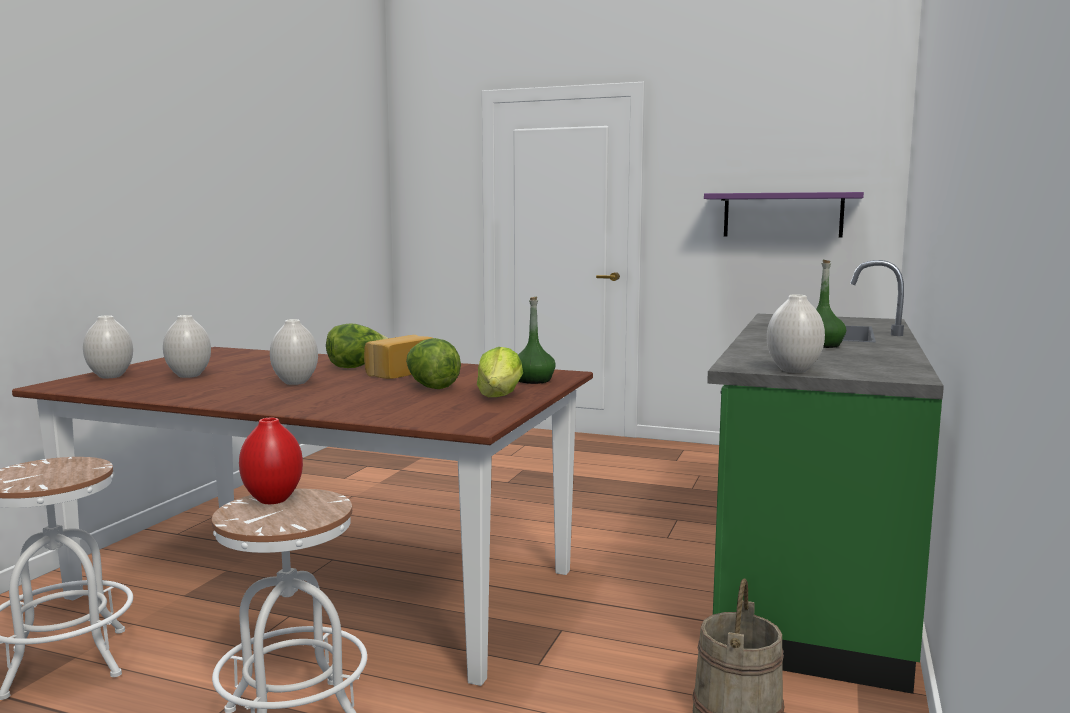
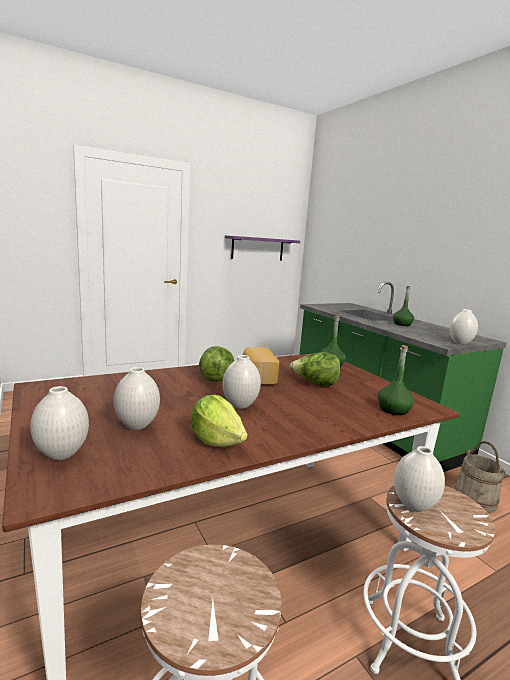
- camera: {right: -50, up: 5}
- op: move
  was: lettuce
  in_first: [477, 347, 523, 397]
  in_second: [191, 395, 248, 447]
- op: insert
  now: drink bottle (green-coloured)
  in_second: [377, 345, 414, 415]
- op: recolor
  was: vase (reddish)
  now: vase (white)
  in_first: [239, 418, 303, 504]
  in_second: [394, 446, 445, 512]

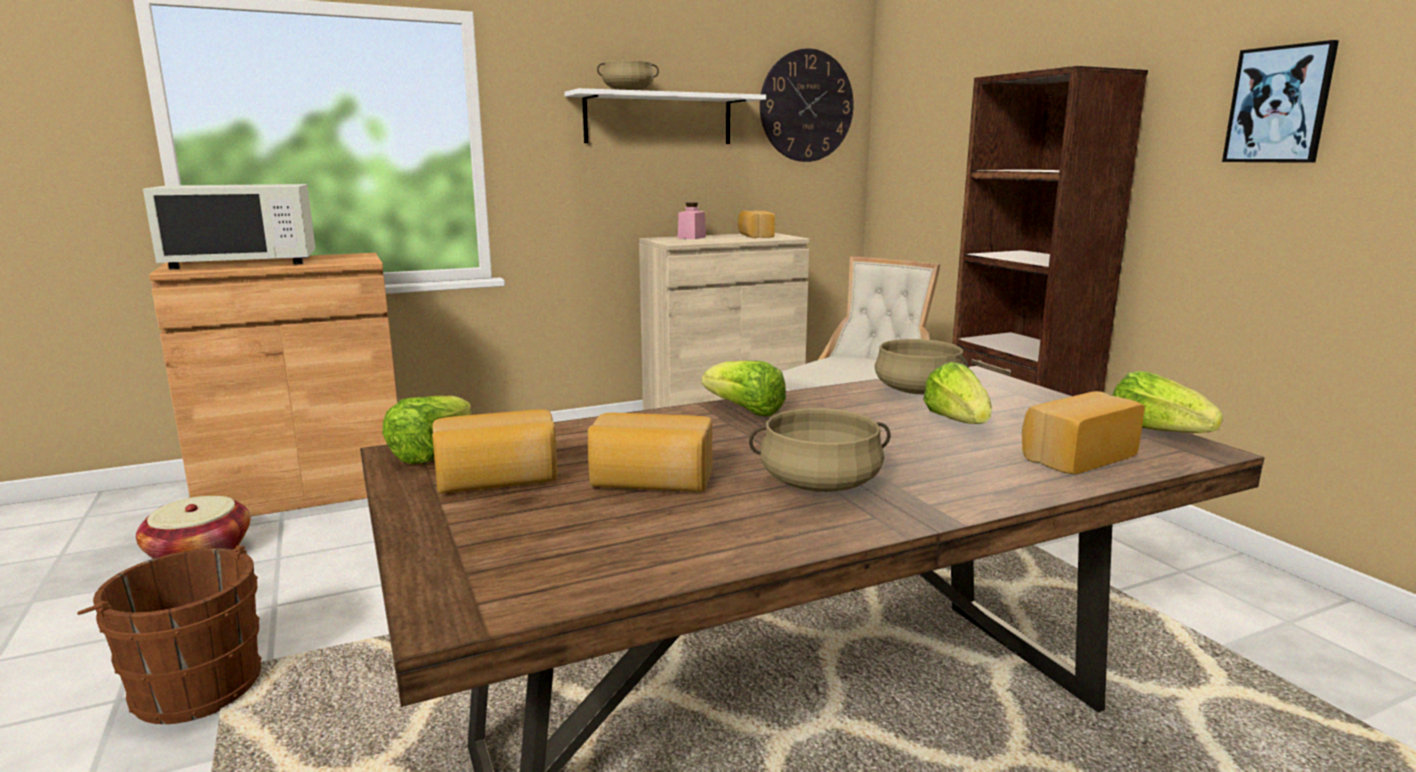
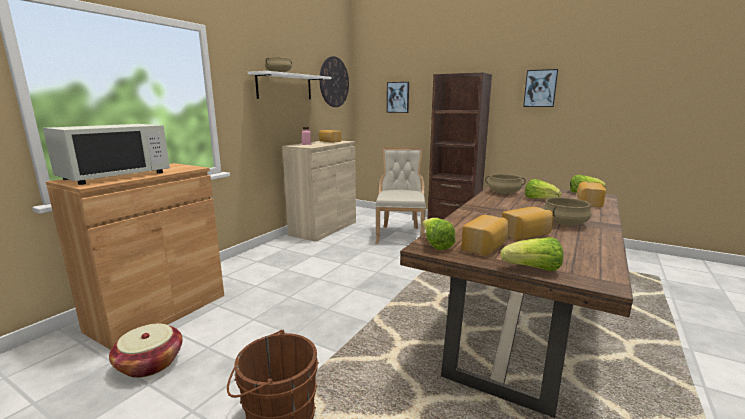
- camera: {right: -35, up: 0}
- op: insert
  now: wall picture
  in_second: [387, 82, 409, 113]
- op: move
  was: lettuce
  in_first: [702, 360, 786, 416]
  in_second: [501, 237, 563, 271]

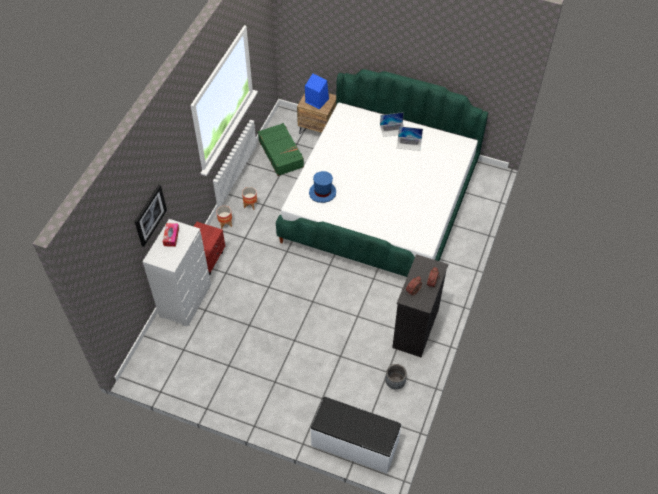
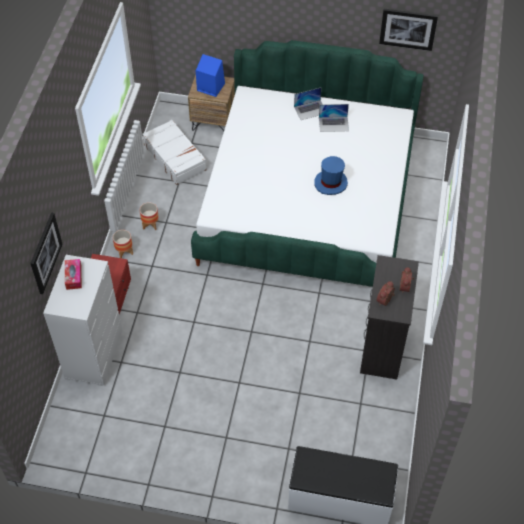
- camera: {right: -10, up: 0}
- op: recolor
  was: suitcase (green-coloured)
  now: suitcase (white)
  in_first: [258, 123, 304, 176]
  in_second: [142, 120, 207, 185]
- op: move
  was: wearable hat (bluish)
  in_first: [309, 171, 336, 203]
  in_second: [314, 156, 348, 195]
- op: insert
  now: wall picture
  in_second: [379, 9, 438, 51]
- op: delete
  was: planter (grey)
  in_first: [385, 364, 407, 390]

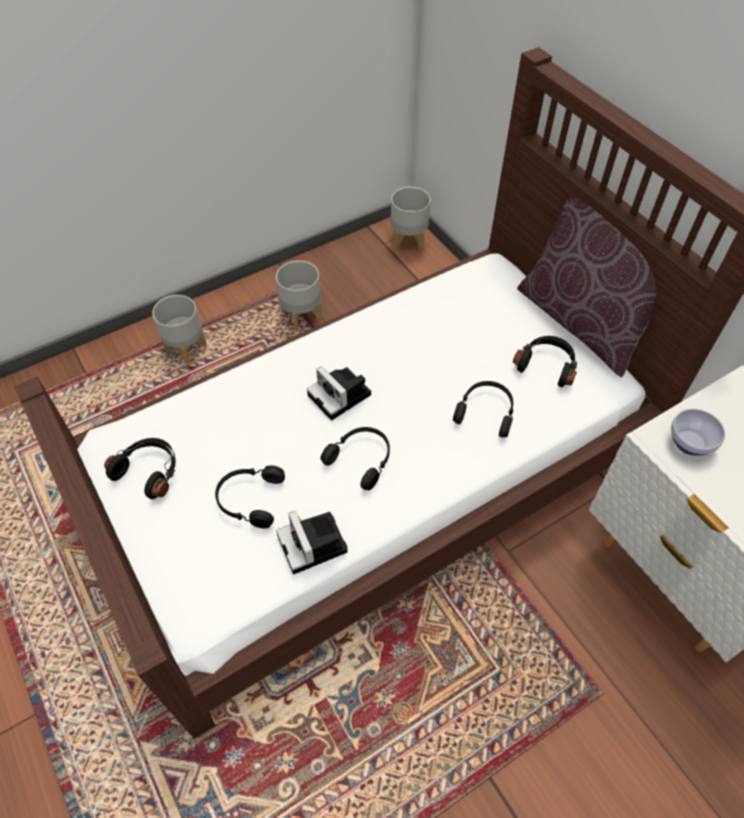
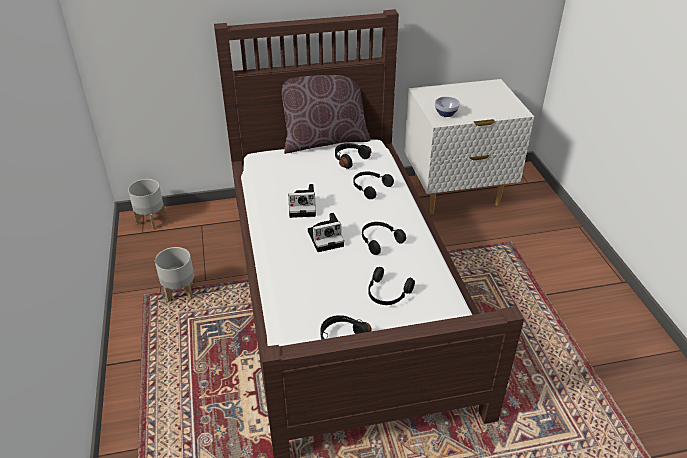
- camera: {right: -70, up: -15}
- op: move
  was: photo camera
  in_first: [276, 511, 348, 574]
  in_second: [288, 184, 316, 218]
- op: delete
  was: planter (grey)
  in_first: [152, 295, 207, 364]

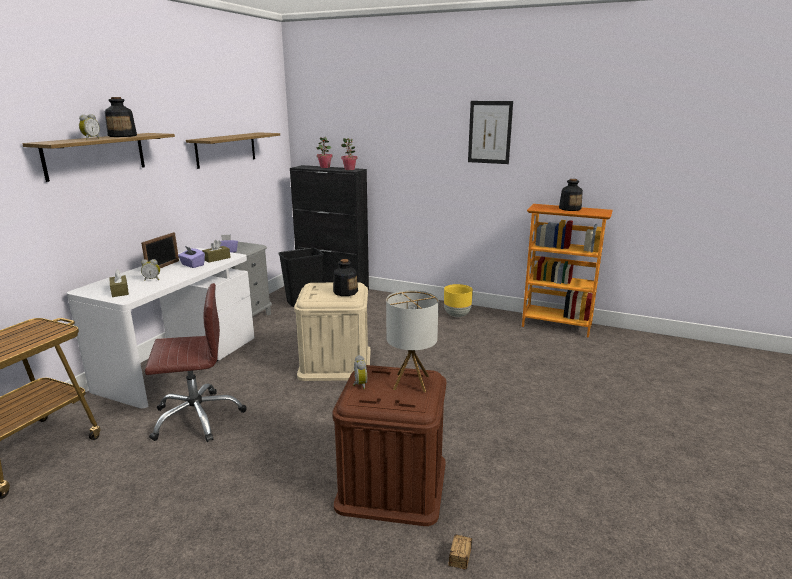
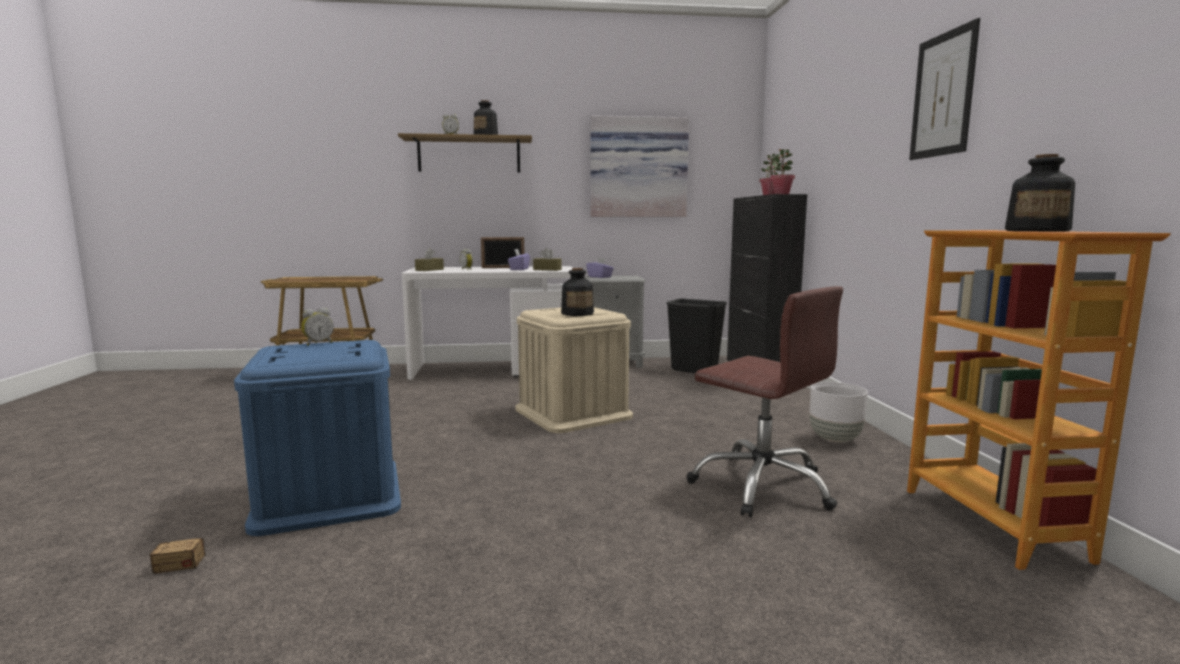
- camera: {right: 60, up: -10}
- op: recolor
  was: storage bin (brown-coloured)
  now: storage bin (bluish)
  in_first: [332, 365, 446, 526]
  in_second: [234, 340, 401, 536]
- op: replace
  was: bracket shelf
  now: wall picture
  in_first: [186, 132, 280, 169]
  in_second: [591, 115, 689, 217]
- op: move
  was: computer chair (brown-coloured)
  in_first: [145, 283, 246, 442]
  in_second: [687, 286, 843, 517]
- op: recolor
  was: planter (yellow)
  now: planter (white)
  in_first: [444, 284, 473, 317]
  in_second: [810, 382, 868, 442]
- op: delete
  was: lamp for a table
  in_first: [386, 290, 439, 392]

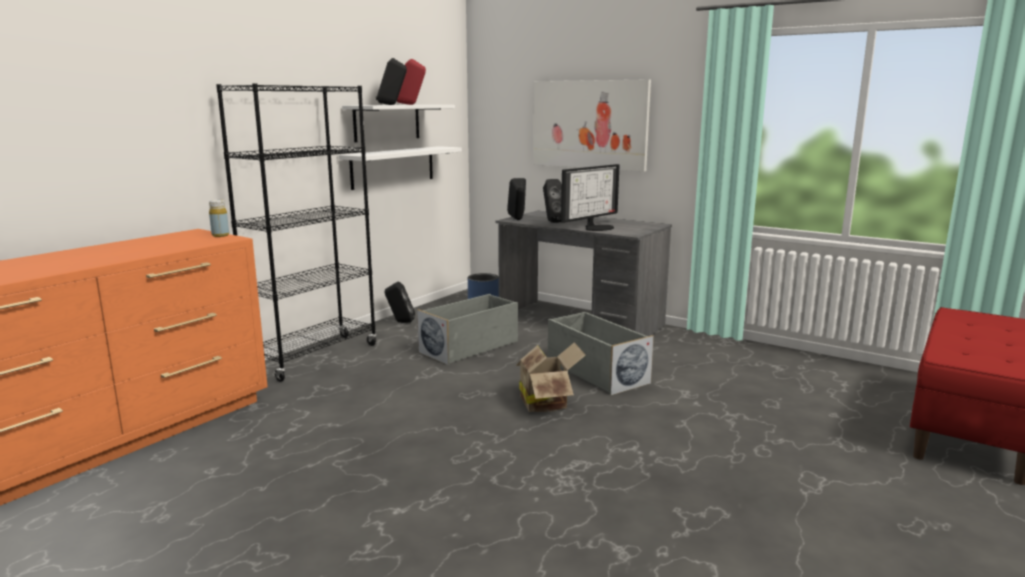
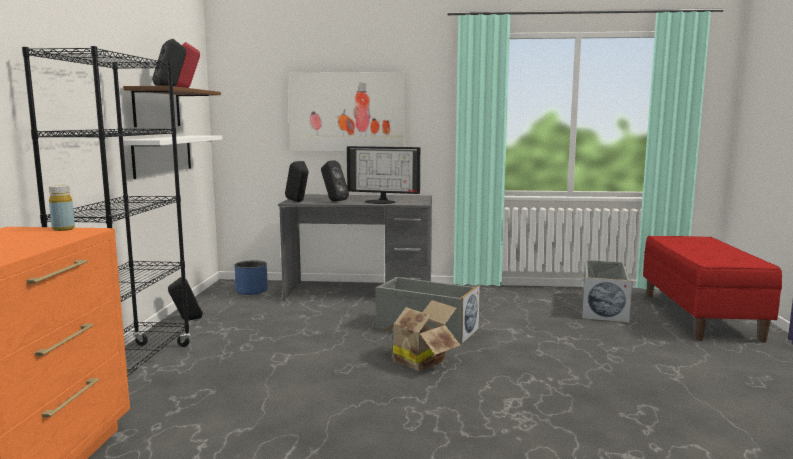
- camera: {right: -30, up: -5}
- op: recolor
  was: bracket shelf (white)
  now: bracket shelf (brown-coloured)
  in_first: [342, 105, 455, 142]
  in_second: [123, 86, 221, 127]
- op: rotate
  was: computer display
  in_first: [561, 164, 620, 231]
  in_second: [347, 146, 420, 204]
  clockwise: 90
- op: move
  was: storage bin (grey)
  in_first: [417, 294, 518, 365]
  in_second: [582, 260, 633, 323]

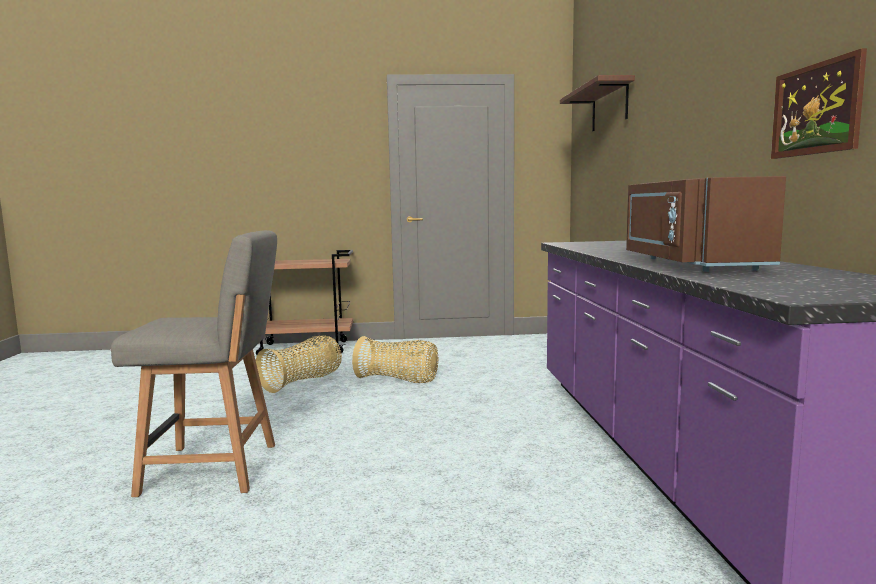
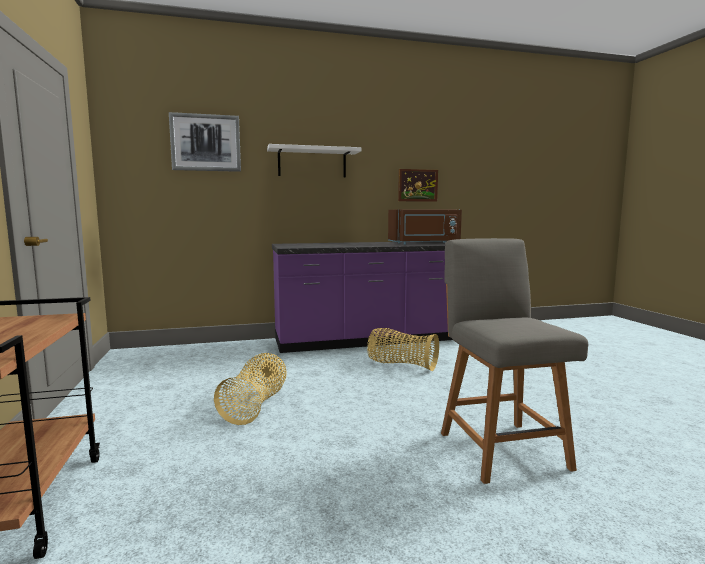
- camera: {right: -100, up: 0}
- op: replace
  was: bracket shelf (brown-coloured)
  now: wall picture
  in_first: [560, 75, 635, 131]
  in_second: [169, 112, 241, 172]
- op: insert
  now: bracket shelf (white)
  in_second: [267, 144, 362, 177]
- op: move
  was: household basket
  in_first: [256, 336, 342, 393]
  in_second: [367, 328, 439, 371]

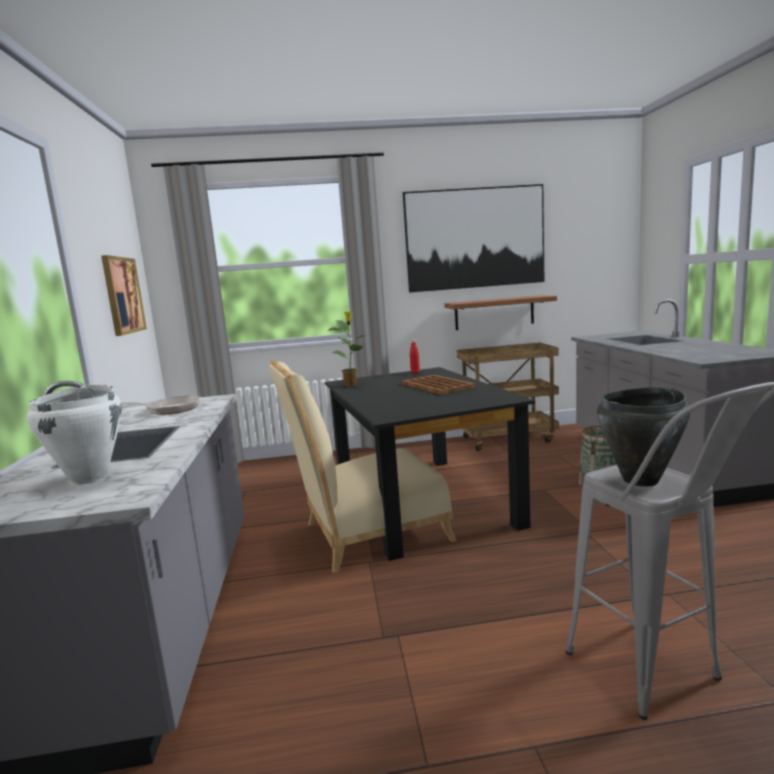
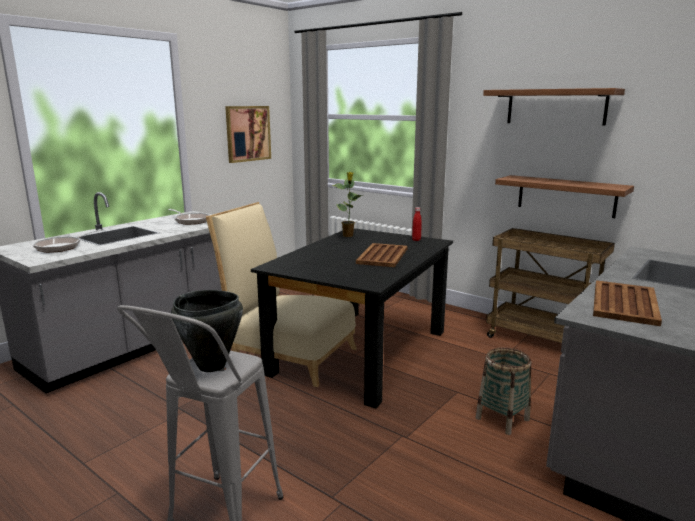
- camera: {right: 45, up: 5}
- op: replace
  was: cooking pot (white)
  now: pan
  in_first: [27, 384, 121, 485]
  in_second: [33, 229, 102, 253]
- op: replace
  was: wall picture
  now: bracket shelf
  in_first: [403, 184, 545, 293]
  in_second: [483, 88, 625, 126]
- op: insert
  now: carrying tray (brown-coloured)
  in_second: [593, 280, 662, 326]

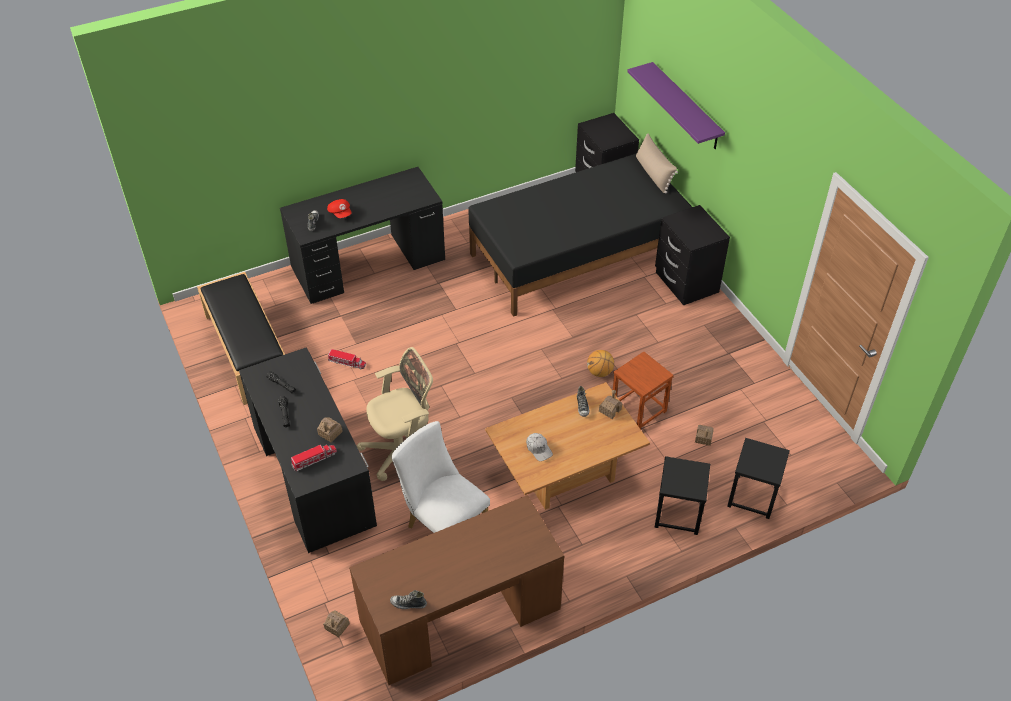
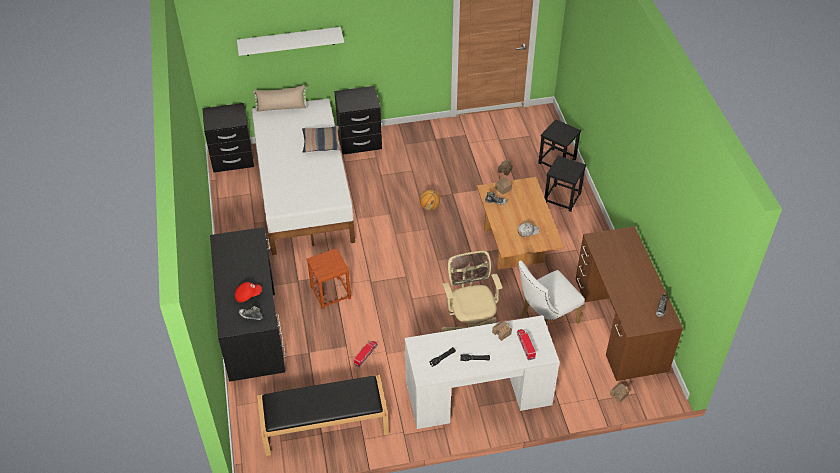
- camera: {right: -75, up: 0}
- op: recolor
  was: bracket shelf (purple-coloured)
  now: bracket shelf (white)
  in_first: [627, 62, 725, 149]
  in_second: [237, 27, 344, 56]
- op: recolor
  was: bed (black-coloured)
  now: bed (white)
  in_first: [468, 153, 692, 317]
  in_second: [251, 98, 355, 255]
- op: insert
  now: cushion
  in_second: [302, 126, 340, 153]
- op: move
  was: sitting stool (brown-coloured)
  in_first: [613, 352, 674, 429]
  in_second: [306, 248, 351, 309]
- op: recolor
  was: desk unit (black-coloured)
  now: desk unit (white)
  in_first: [239, 347, 377, 553]
  in_second: [405, 315, 560, 429]

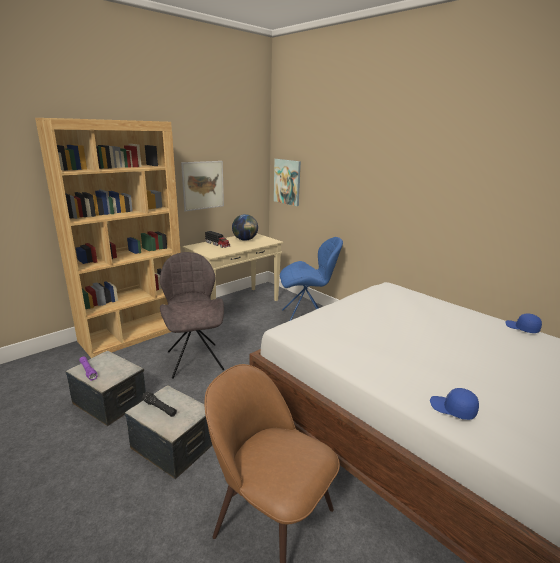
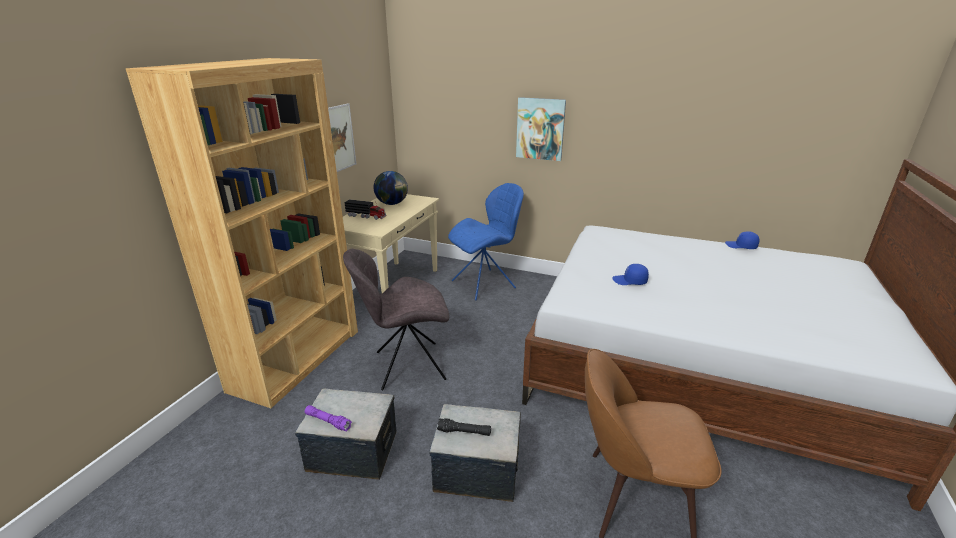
- camera: {right: -25, up: 5}
- op: rotate
  was: chair (grey)
  in_first: [160, 252, 224, 379]
  in_second: [343, 249, 449, 390]
  clockwise: -60
- op: move
  was: wall picture
  in_first: [274, 159, 301, 206]
  in_second: [516, 97, 566, 161]
- op: move
  was: baseball cap (bluish)
  in_first: [430, 388, 479, 420]
  in_second: [612, 264, 649, 285]

